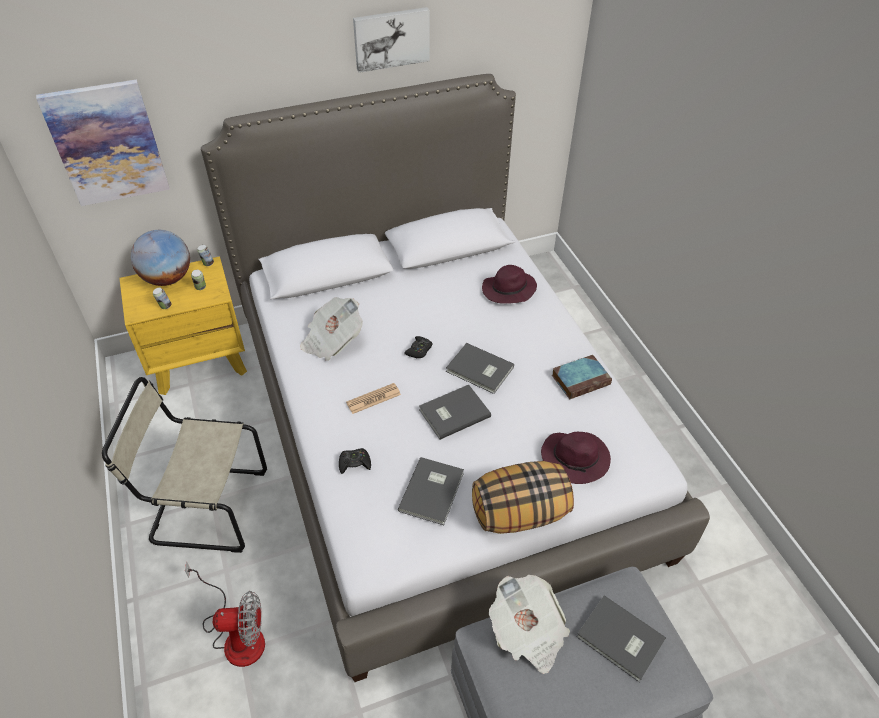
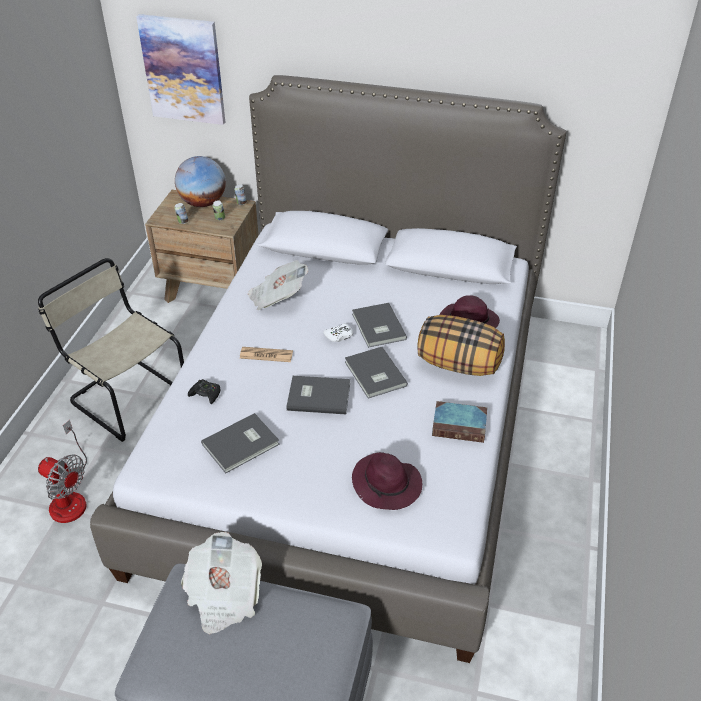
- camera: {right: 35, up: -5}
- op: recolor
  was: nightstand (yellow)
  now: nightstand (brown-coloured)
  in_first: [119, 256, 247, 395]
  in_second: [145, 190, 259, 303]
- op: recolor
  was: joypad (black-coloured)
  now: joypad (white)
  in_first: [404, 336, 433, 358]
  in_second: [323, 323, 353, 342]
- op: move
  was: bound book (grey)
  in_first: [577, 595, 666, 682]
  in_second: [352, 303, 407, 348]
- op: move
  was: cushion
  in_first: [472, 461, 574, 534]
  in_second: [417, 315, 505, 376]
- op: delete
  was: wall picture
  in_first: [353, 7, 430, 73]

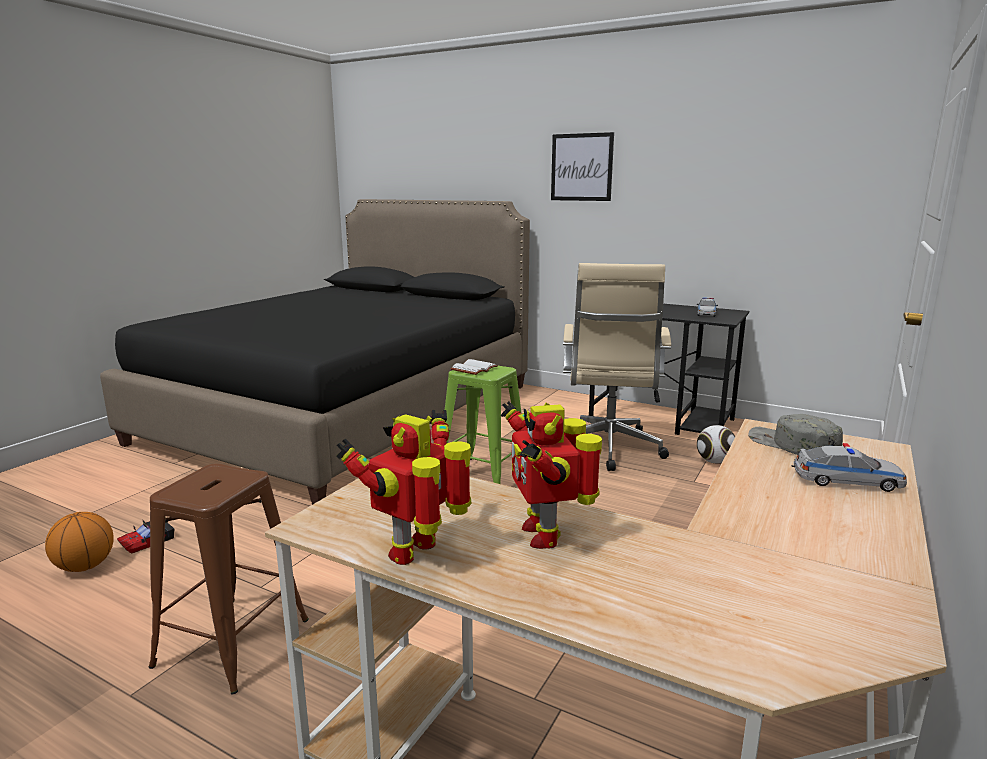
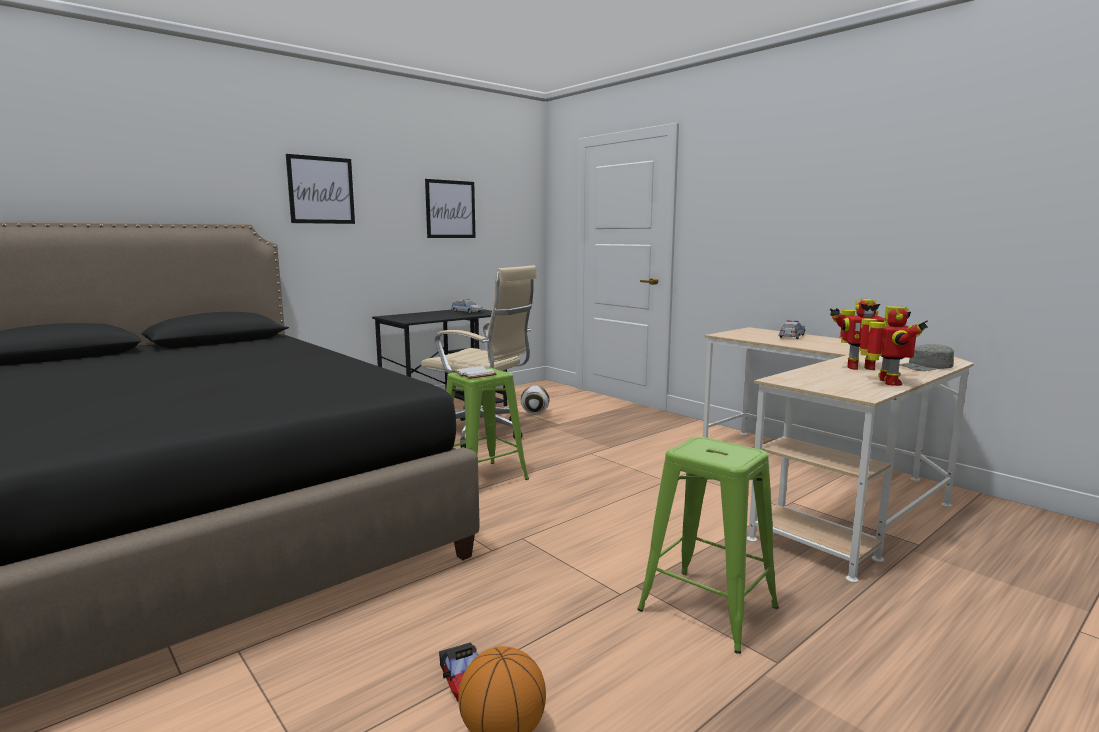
- camera: {right: -70, up: -5}
- op: insert
  now: wall picture
  in_second: [425, 179, 476, 238]
- op: recolor
  was: sitting stool (brown-coloured)
  now: sitting stool (green-coloured)
  in_first: [149, 463, 309, 695]
  in_second: [637, 437, 779, 654]
- op: rotate
  was: toy robot
  in_first: [336, 410, 471, 565]
  in_second: [859, 306, 928, 386]
  clockwise: -135
- op: move
  was: baseball cap (grey)
  in_first: [748, 414, 843, 455]
  in_second: [899, 344, 954, 371]

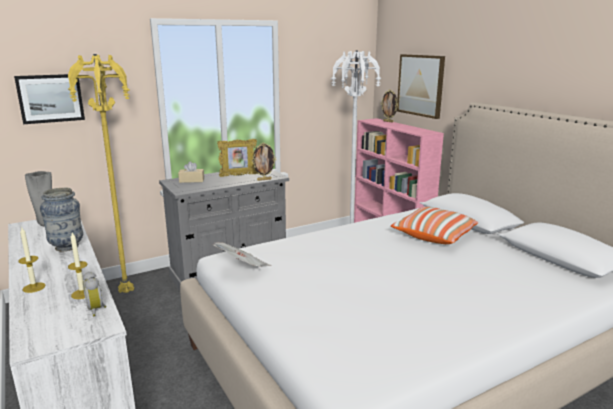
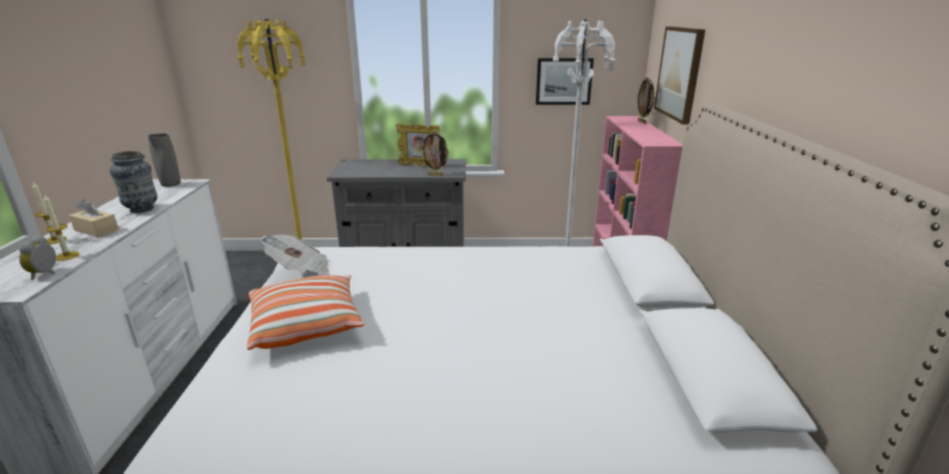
- camera: {right: 30, up: 5}
- op: move
  was: box of tissues (beige-coloured)
  in_first: [178, 161, 204, 183]
  in_second: [69, 199, 119, 237]
- op: move
  was: cushion
  in_first: [391, 207, 478, 244]
  in_second: [247, 275, 364, 350]
- op: move
  was: wall picture
  in_first: [14, 74, 85, 124]
  in_second: [536, 58, 594, 105]

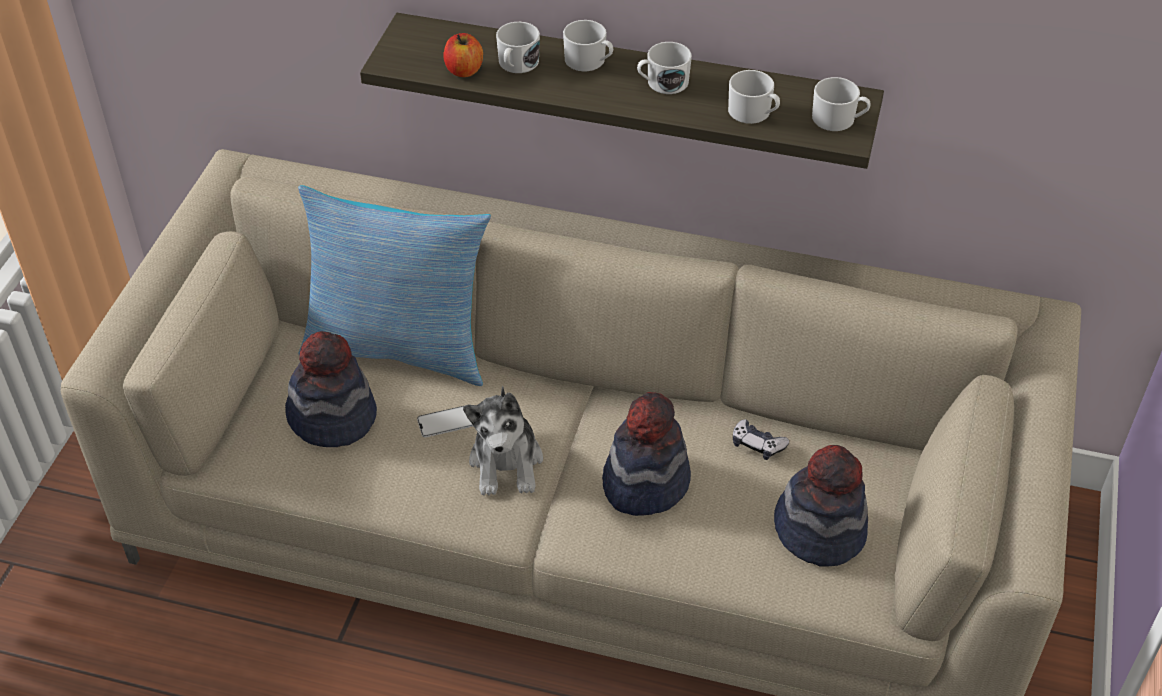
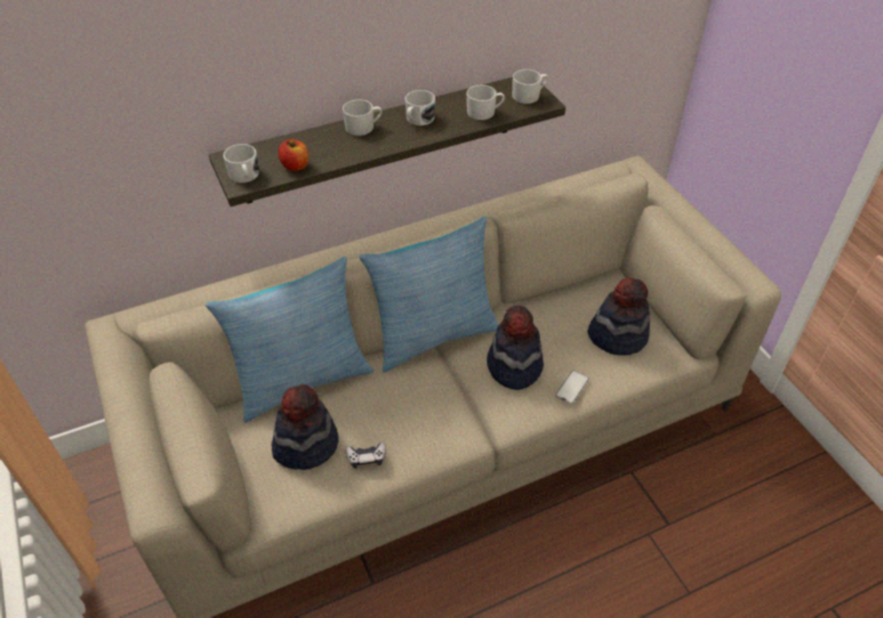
- camera: {right: -40, up: 0}
- op: move
  was: coffee mug (white)
  in_first: [496, 22, 540, 73]
  in_second: [223, 144, 259, 183]
- op: move
  was: joypad
  in_first: [733, 419, 789, 460]
  in_second: [346, 442, 386, 468]
- op: insert
  now: cushion
  in_second: [359, 217, 499, 373]
- op: move
  was: telephone
  in_first: [417, 406, 474, 438]
  in_second: [555, 370, 589, 404]
- op: delete
  was: cuddly toy
  in_first: [463, 386, 543, 496]

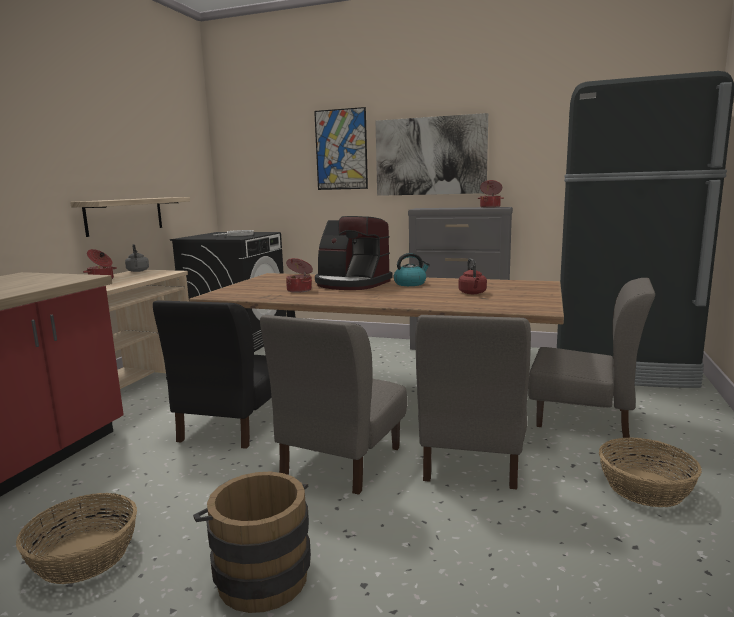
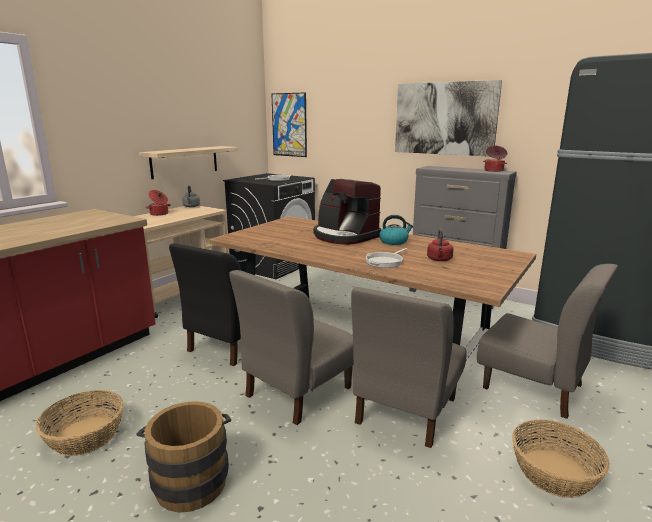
- camera: {right: 15, up: 5}
- op: move
  was: wall picture
  in_first: [314, 107, 368, 190]
  in_second: [271, 92, 307, 157]
- op: insert
  now: pan
  in_second: [366, 248, 407, 268]
- op: delete
  was: cooking pot
  in_first: [286, 258, 313, 293]

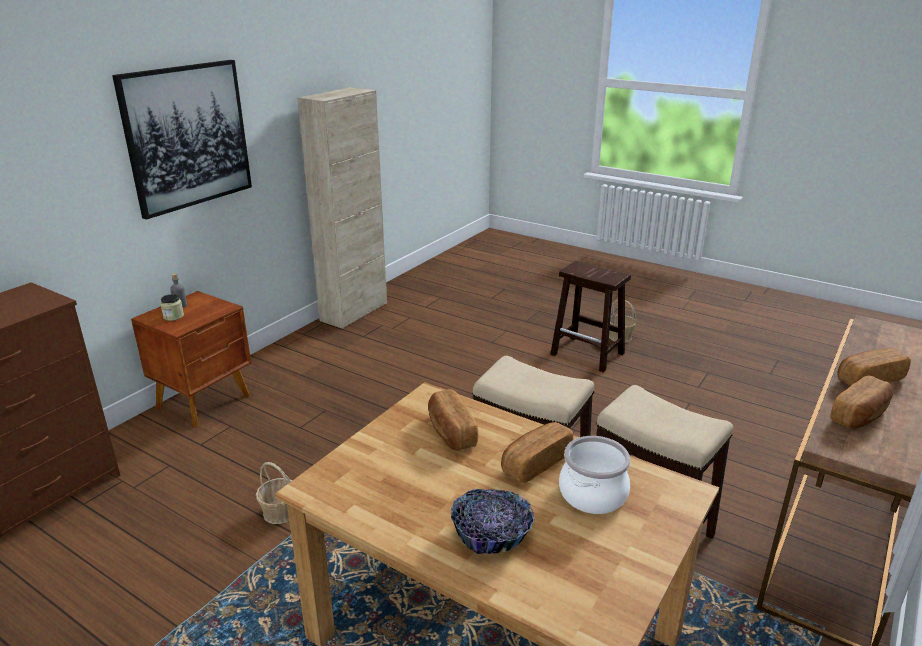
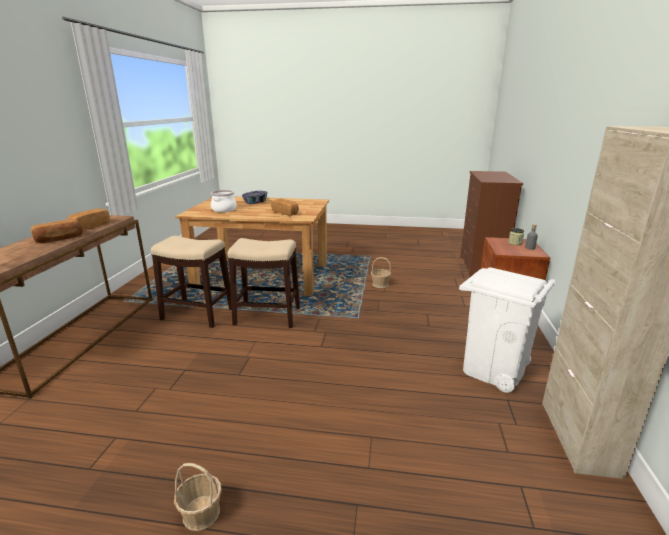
- camera: {right: 155, up: -5}
- op: insert
  now: waste bin (white)
  in_second: [459, 267, 556, 393]
- op: delete
  was: wall picture
  in_first: [112, 60, 252, 220]
- op: delete
  was: baked bread
  in_first: [501, 422, 573, 483]
- op: delete
  was: sitting stool (brown-coloured)
  in_first: [550, 261, 631, 372]

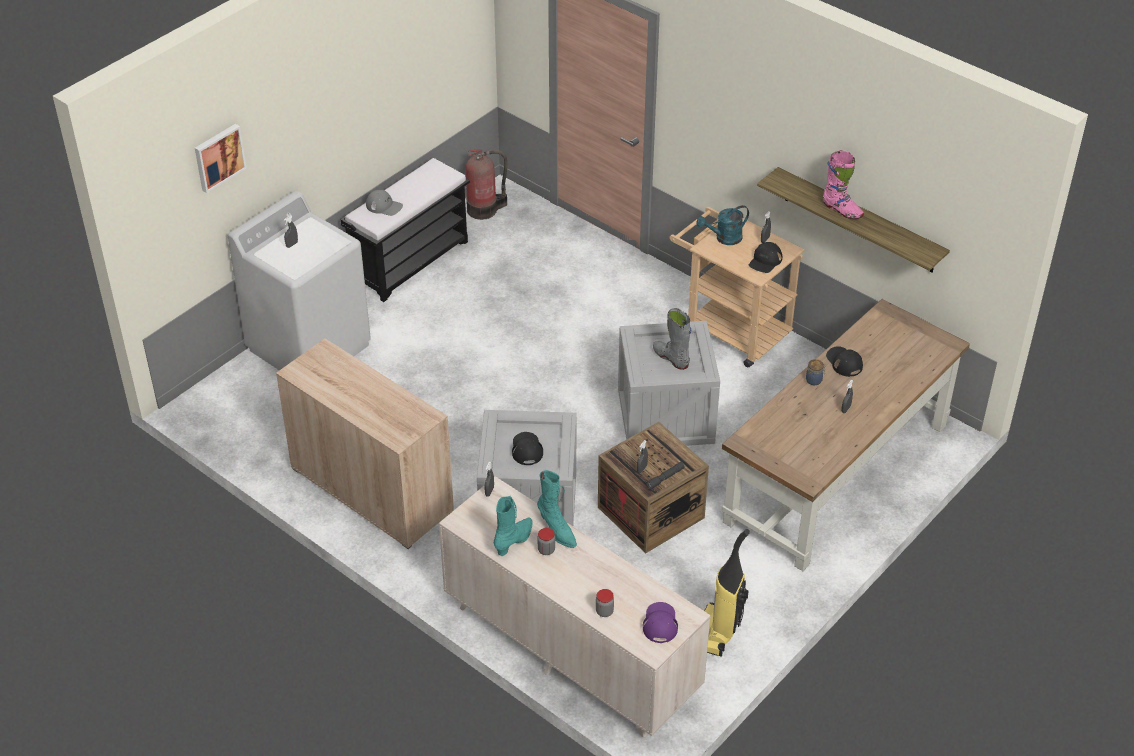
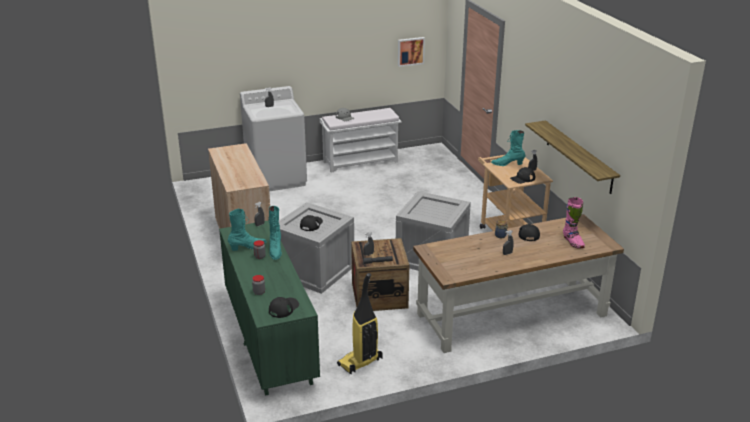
- camera: {right: 30, up: -15}
- op: recolor
  was: dresser (beige-coloured)
  now: dresser (green-coloured)
  in_first: [439, 476, 710, 738]
  in_second: [219, 221, 320, 396]
- op: recolor
  was: baseball cap (purple-coloured)
  now: baseball cap (black-coloured)
  in_first: [643, 602, 678, 643]
  in_second: [269, 297, 299, 318]
- op: recolor
  was: indoor bench (black-coloured)
  now: indoor bench (white)
  in_first: [341, 158, 470, 302]
  in_second: [320, 108, 402, 172]
- op: move
  was: wall picture
  in_first: [195, 124, 247, 193]
  in_second: [398, 37, 425, 67]
- op: replace
  was: watering pot (turquoise)
  now: tall boot (turquoise)
  in_first: [696, 205, 749, 245]
  in_second: [491, 130, 525, 166]
- op: move
  was: tall boot (pink-coloured)
  in_first: [823, 150, 864, 219]
  in_second: [563, 197, 585, 249]
- op: delete
  was: extinguisher
  in_first: [466, 149, 508, 220]
- op: delete
  was: tall boot (grey)
  in_first: [653, 308, 692, 370]

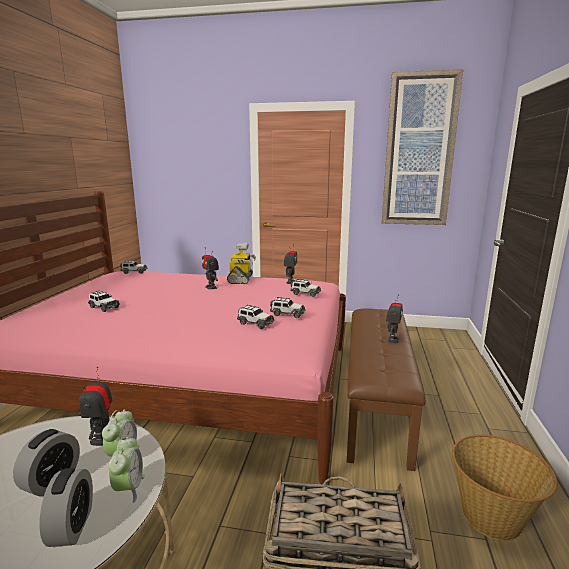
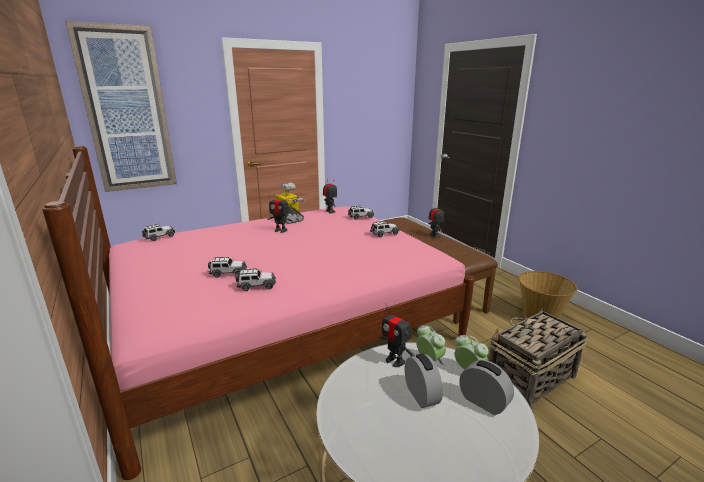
- camera: {right: -40, up: 5}
- op: move
  was: wall picture
  in_first: [382, 69, 463, 225]
  in_second: [65, 21, 177, 192]
- op: move
  was: miniature car
  in_first: [237, 305, 274, 329]
  in_second: [236, 268, 276, 291]

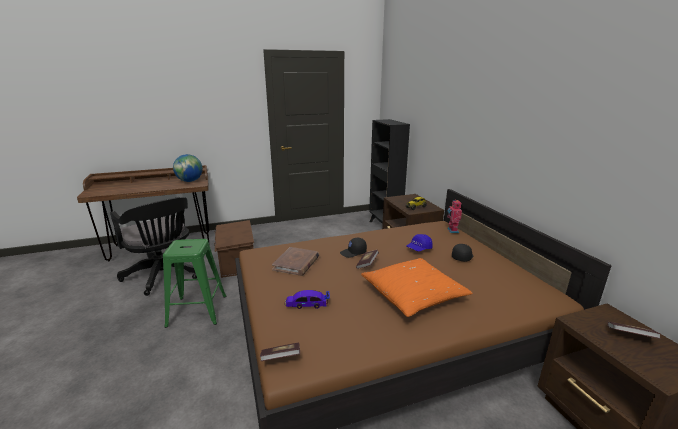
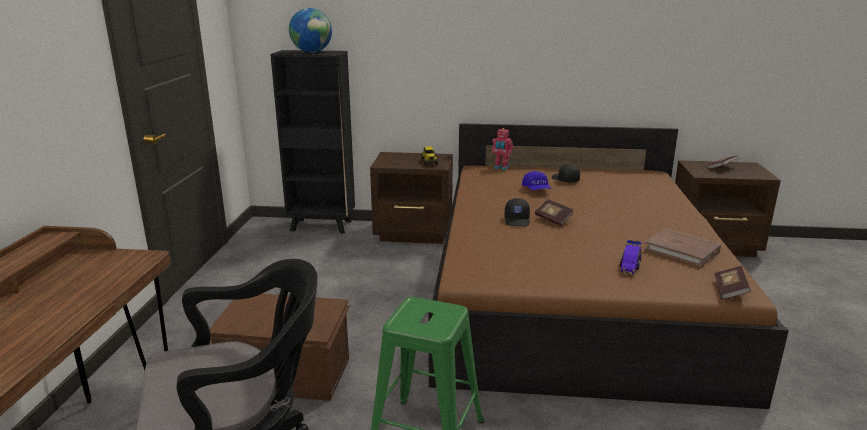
- camera: {right: -65, up: 0}
- op: move
  was: globe
  in_first: [173, 154, 203, 182]
  in_second: [289, 8, 332, 53]
- op: move
  was: bound book (brown-coloured)
  in_first: [272, 247, 319, 276]
  in_second: [644, 228, 721, 267]
- op: delete
  was: cushion (orangey)
  in_first: [361, 258, 473, 317]

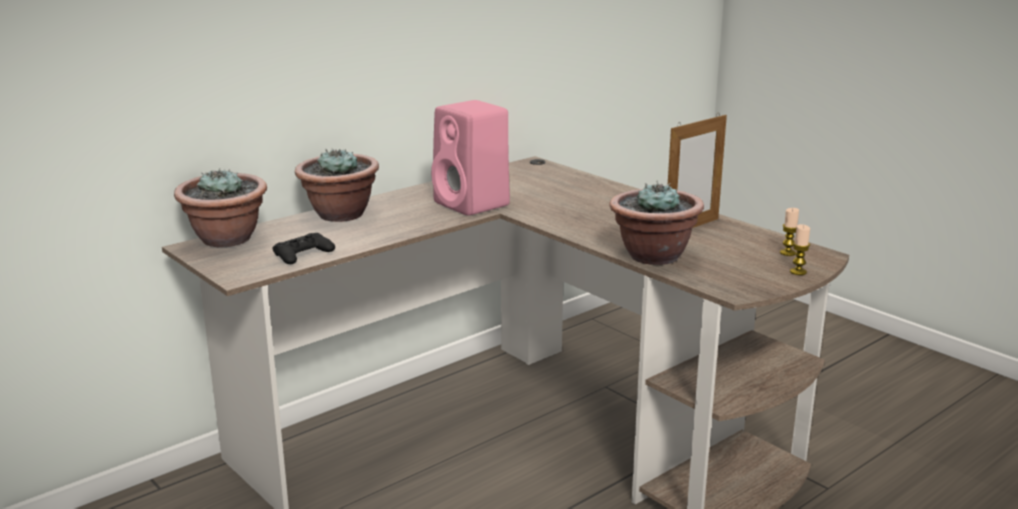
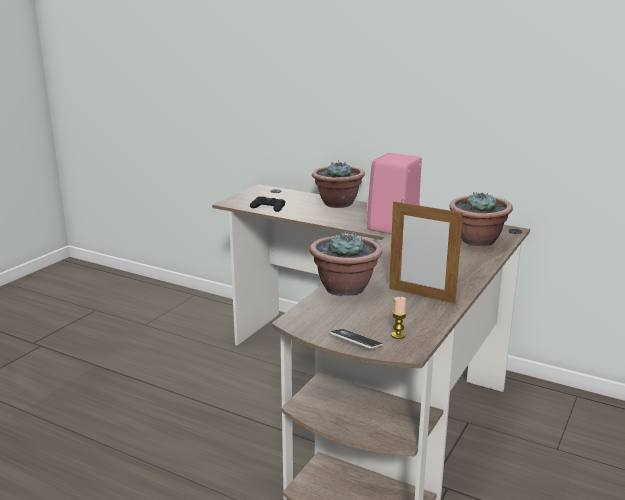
- camera: {right: 70, up: 0}
- op: replace
  was: wax light
  now: telephone
  in_first: [790, 224, 810, 275]
  in_second: [330, 329, 383, 349]
- op: move
  was: potted plant
  in_first: [174, 169, 267, 247]
  in_second: [449, 192, 513, 246]

